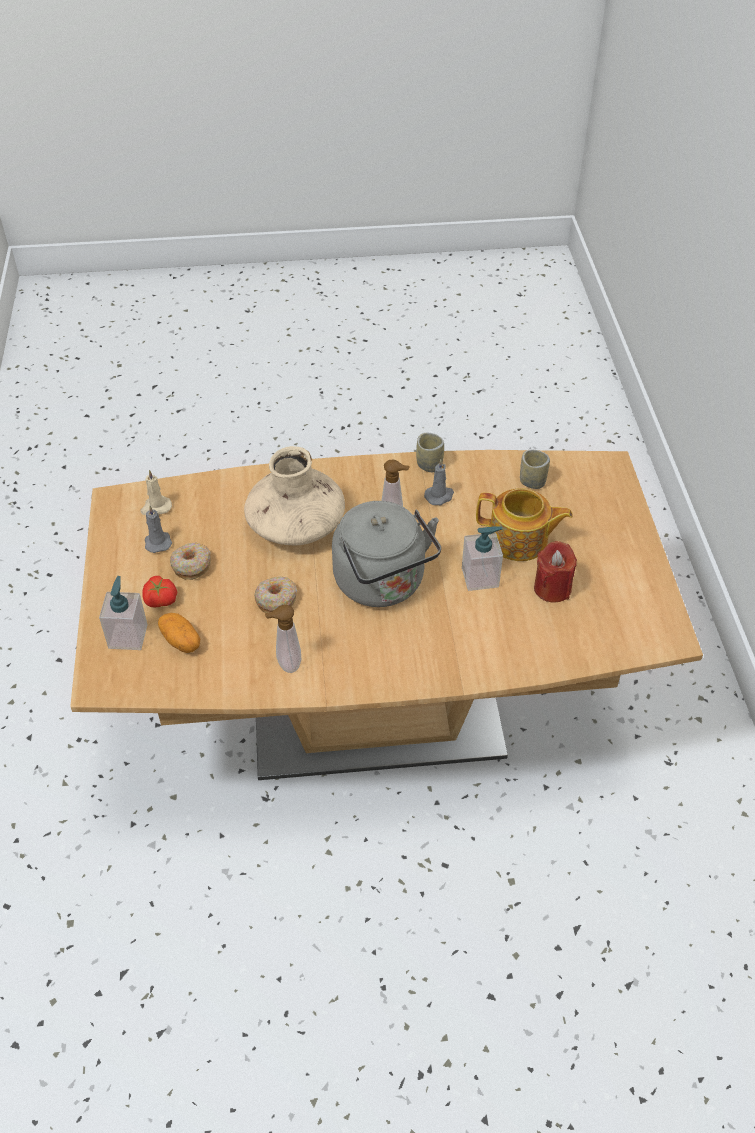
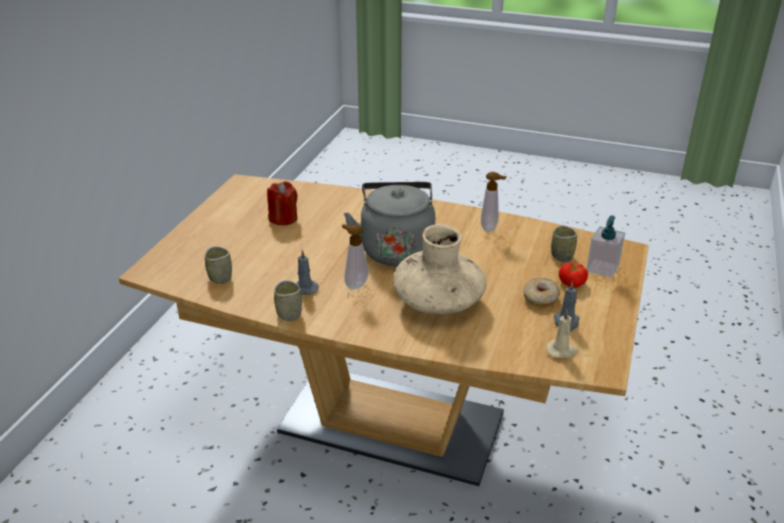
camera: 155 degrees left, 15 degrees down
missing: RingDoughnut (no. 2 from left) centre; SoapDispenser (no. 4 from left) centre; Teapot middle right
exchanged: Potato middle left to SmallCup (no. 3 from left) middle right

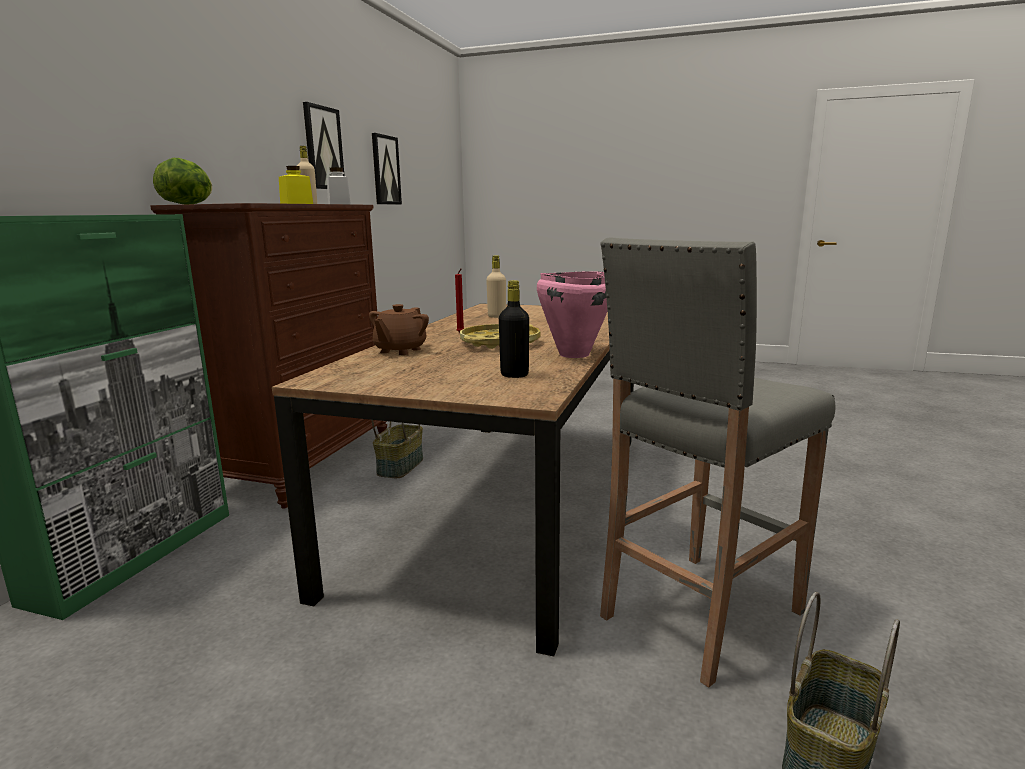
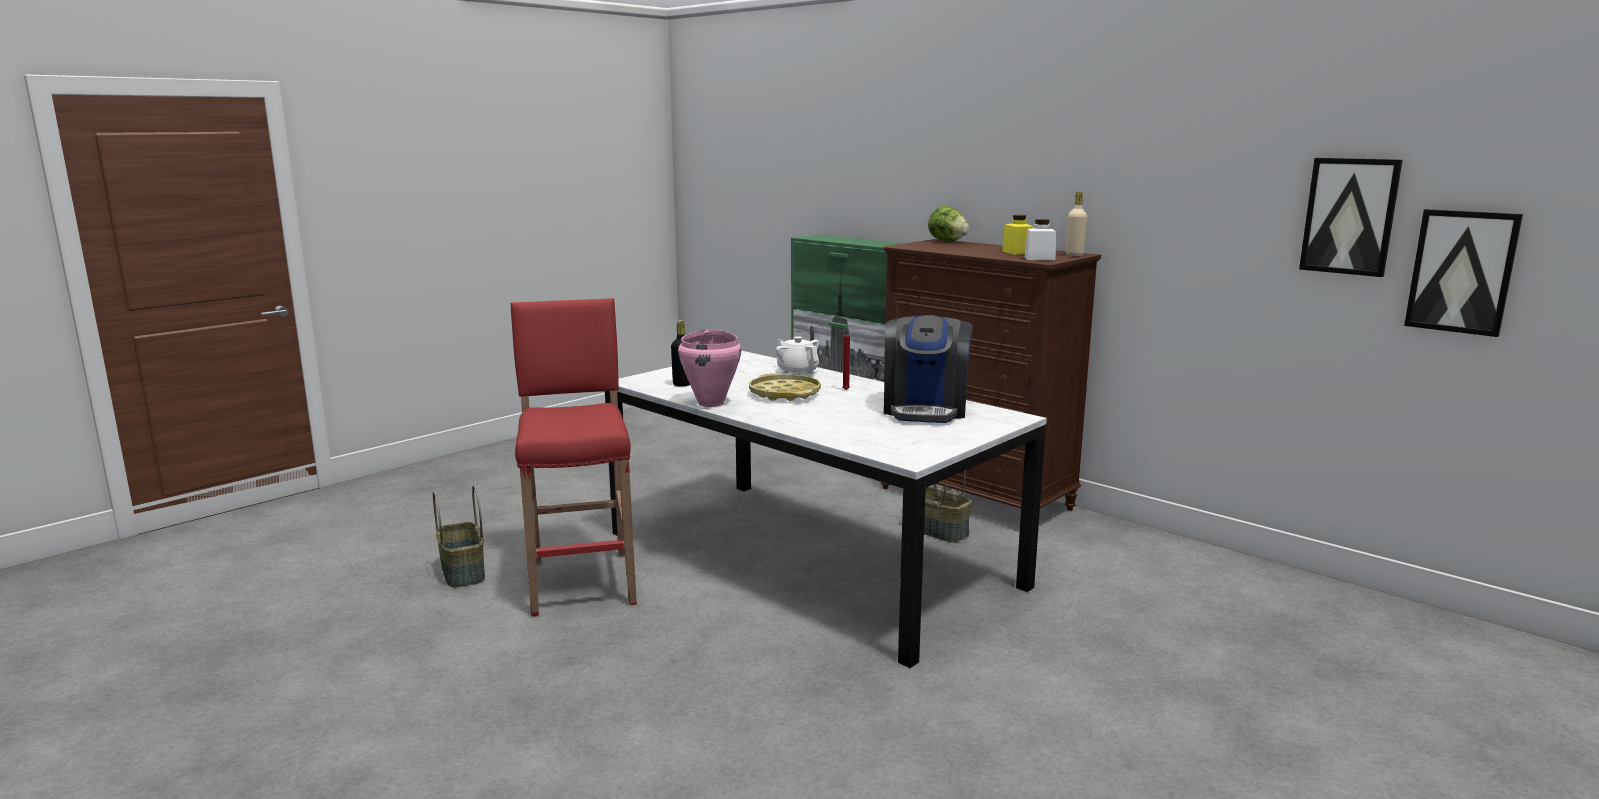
camera: 115 degrees right, 0 degrees up
relocated: WallArt (no. 1 from left in the first image) top left to WallArt (no. 2 from left) middle right
exchanged: BeigeColouredBottle (no. 2 from left) centre to CoffeeMachine centre
colour: BrownColouredDiningTable centre to WhiteColouredDiningTable centre; BrownColouredTeapot centre to WhiteColouredTeapot centre; GraySittingStool middle right to RedColouredSittingStool centre

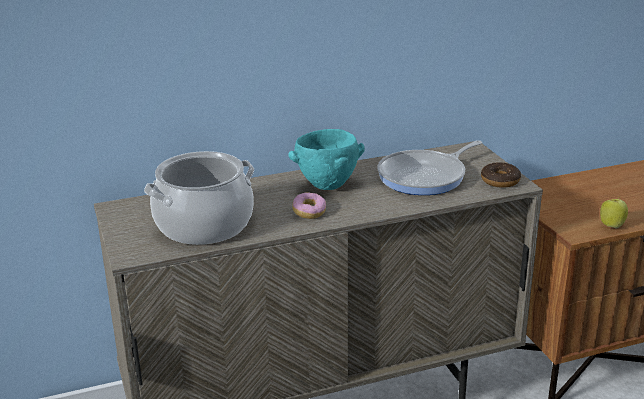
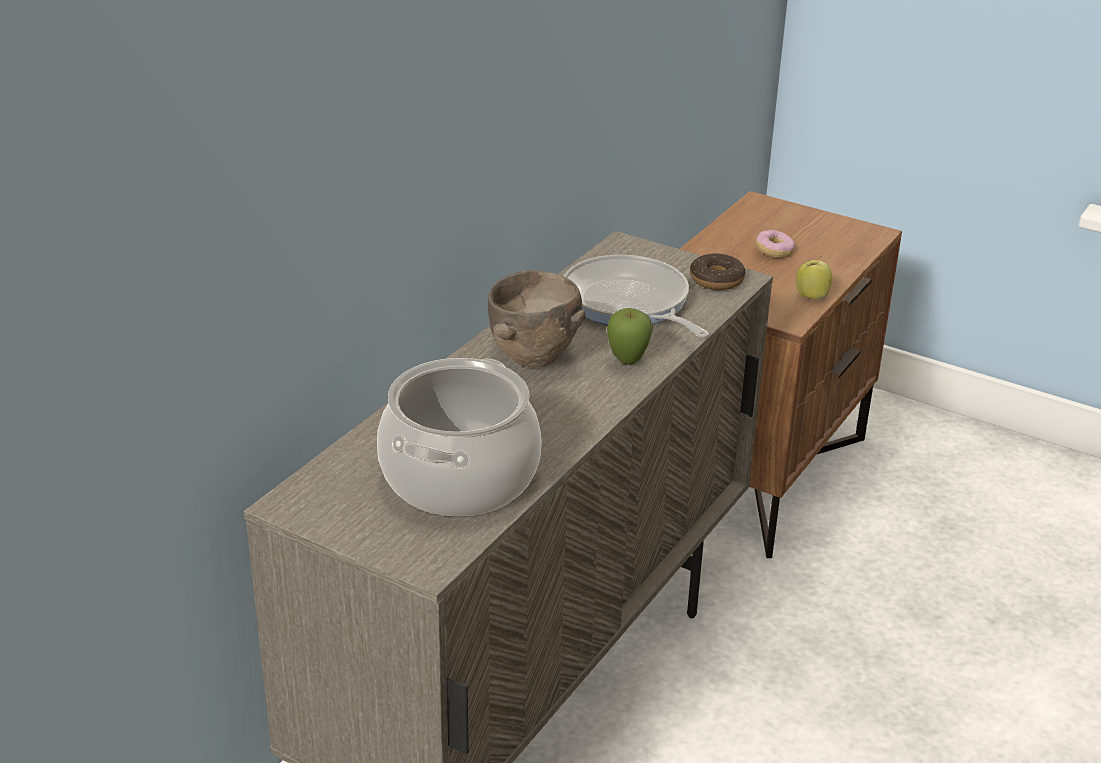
camera: 40 degrees left, 5 degrees up
appeared: AppleFruit (no. 1 from left) centre
relocated: RingDoughnut (no. 1 from left in the first image) centre to RingDoughnut (no. 2 from left) top right
colour: TurquoiseColouredServingBowl centre to BrownColouredServingBowl centre
spun: Skillet centre = centre 135 degrees clockwise

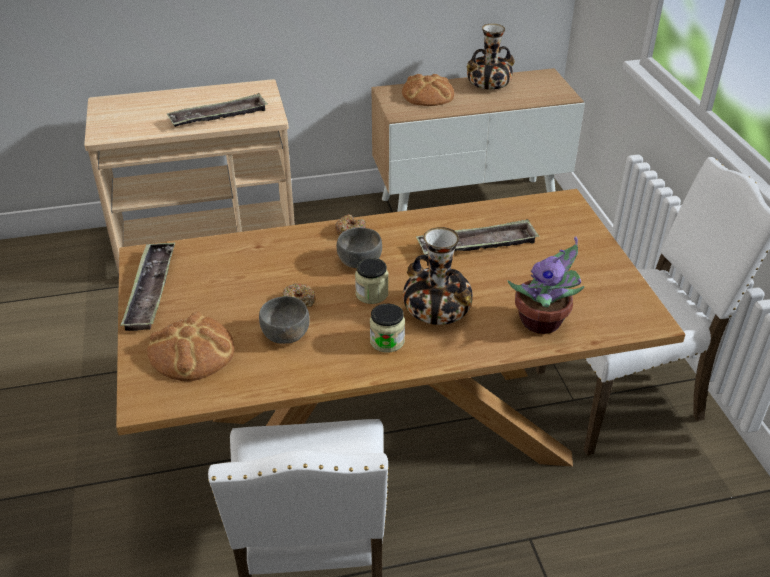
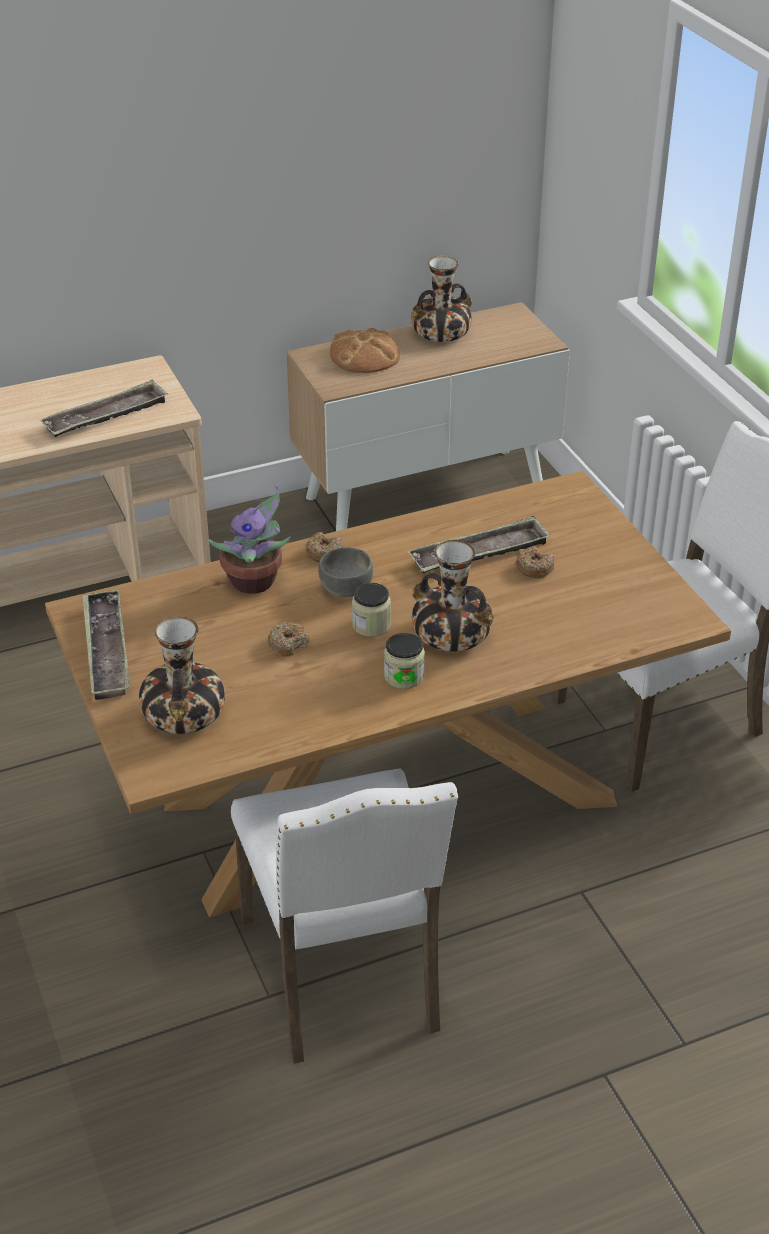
camera: 10 degrees left, 0 degrees up
missing: GrayServingBowl (no. 1 from left) centre
appeared: RingDoughnut (no. 3 from left) middle right
relocated: Houseplant middle right to middle left
exchanged: BakeryBread (no. 1 from left) middle left to FlowerVase (no. 1 from left) middle left

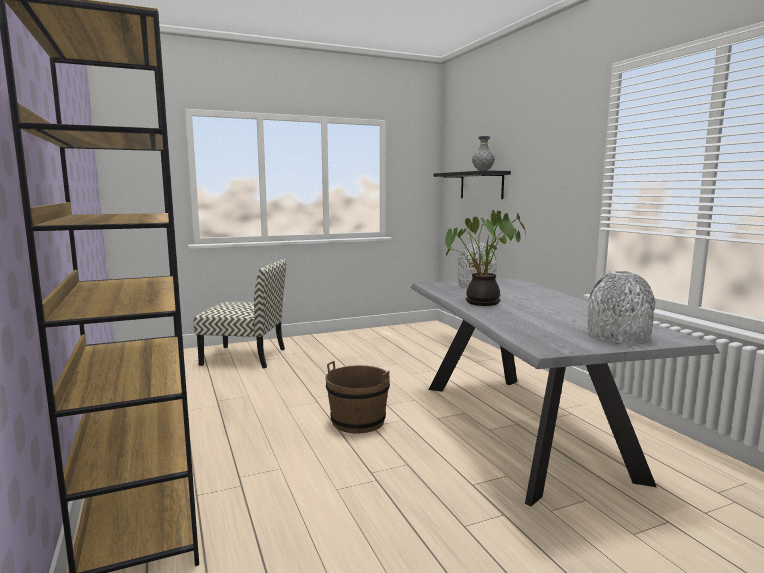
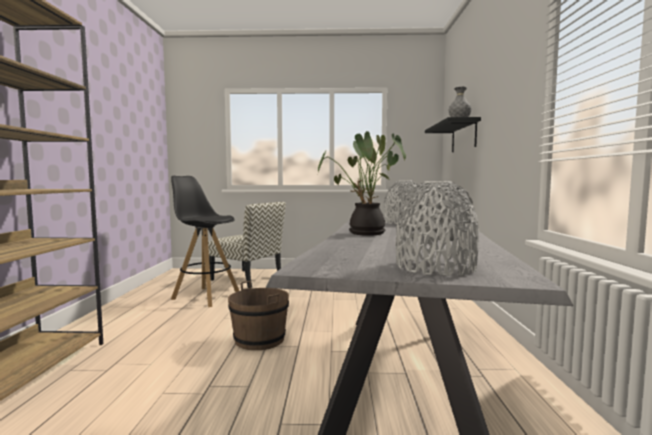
camera: 25 degrees right, 5 degrees down
appeared: BlackSittingStool middle left

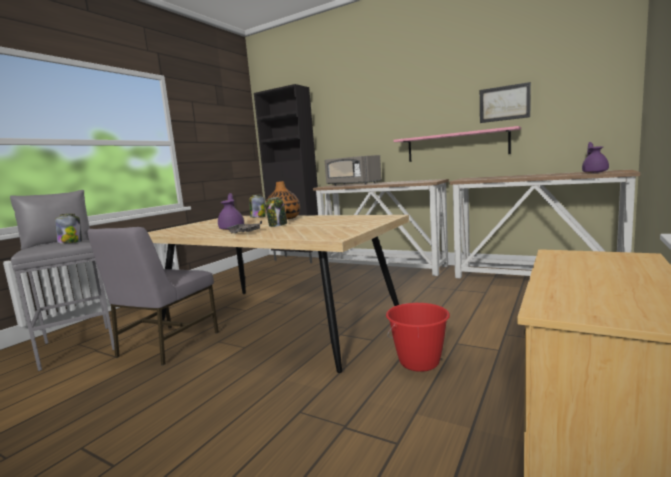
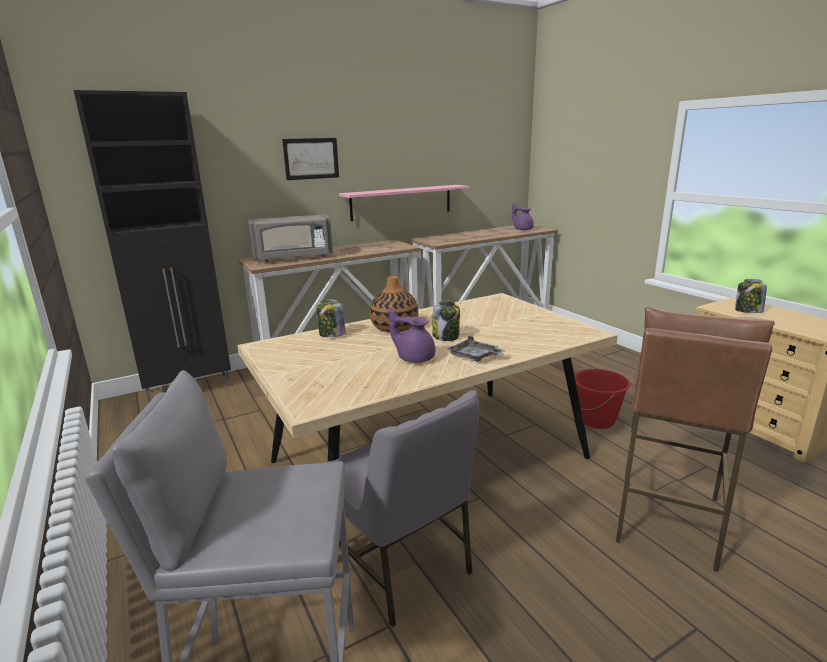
camera: 60 degrees left, 10 degrees up
appeared: BrownColouredSittingStool middle right
relocated: PreserveJar (no. 1 from left in the first image) middle left to PreserveJar (no. 3 from left) middle right; WallArt top right to top centre

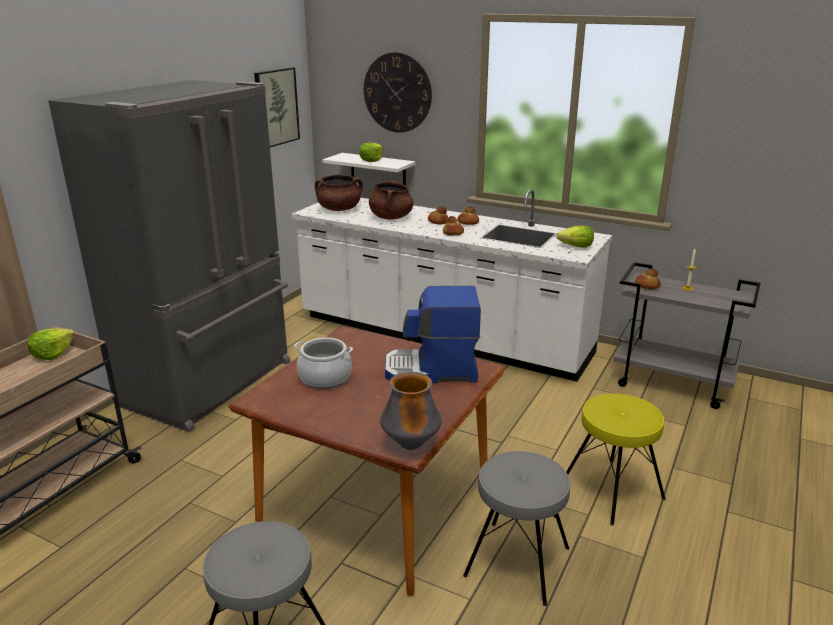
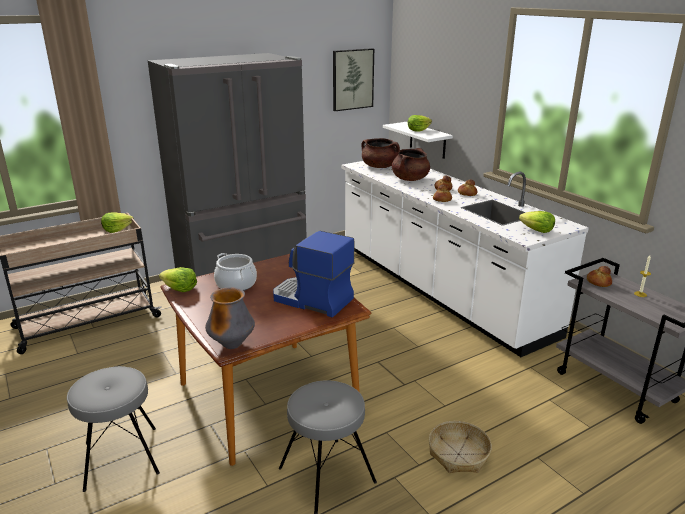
camera: 30 degrees right, 0 degrees up
missing: WallClock top centre
appeared: HeadOfLettuce (no. 2 from left) middle left
exchanged: YellowColouredSittingStool bottom right to StorageBasket bottom right

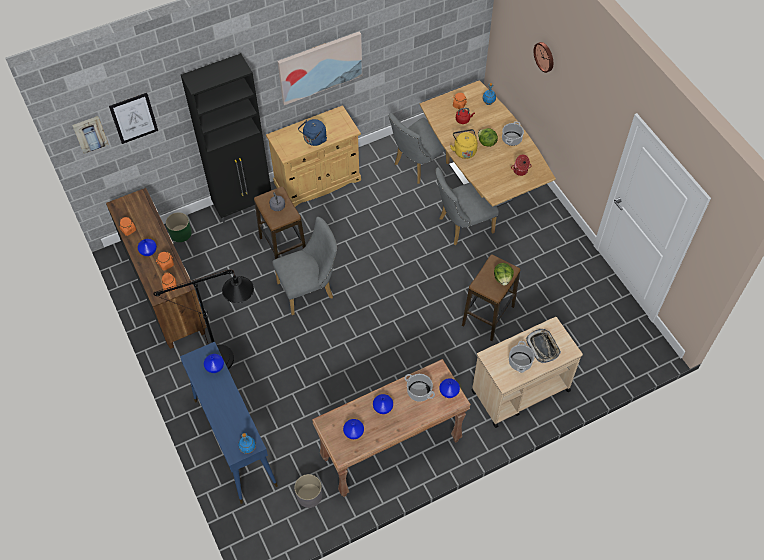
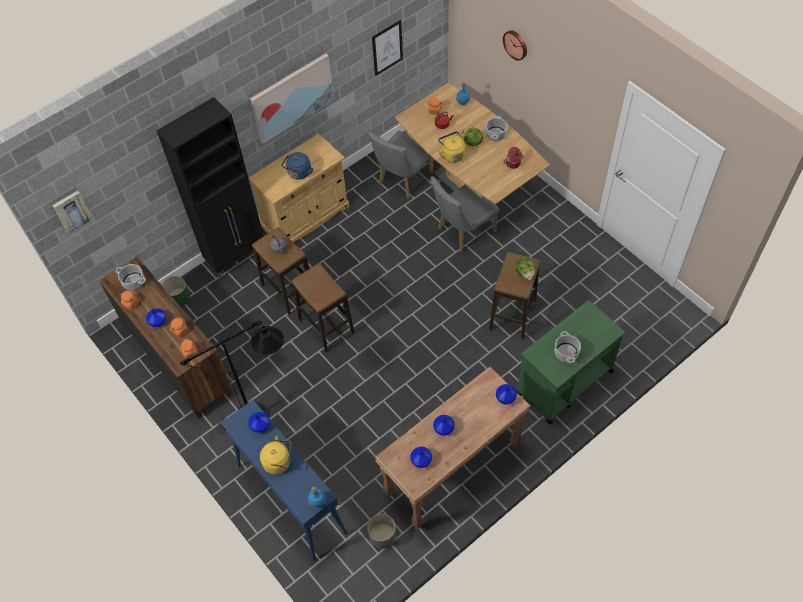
camera: 10 degrees left, 0 degrees up
missing: CarryingTray middle right
appeared: YellowColouredKettle (no. 1 from left) bottom centre
relocated: WallArt (no. 2 from left in the first image) top left to WallArt (no. 3 from left) top centre; Stockpot (no. 1 from left) bottom centre to middle left
exchanged: GrayChair (no. 1 from left) centre to SittingStool (no. 2 from left) centre
colour: BeigeColouredTrolley middle right to GreenTrolley middle right

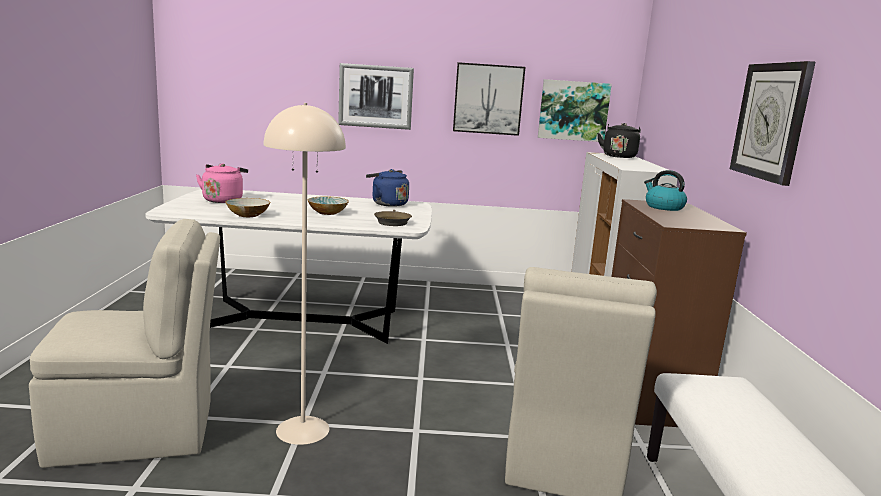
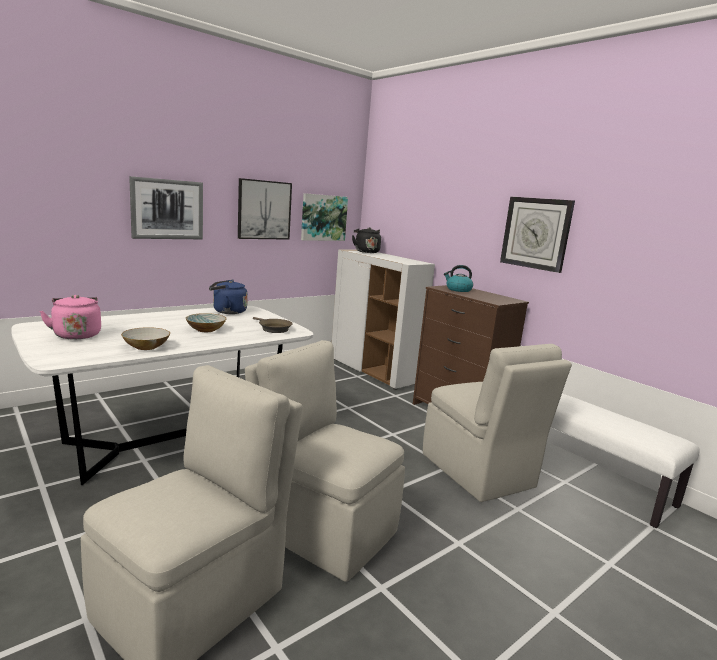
camera: 40 degrees left, 0 degrees up
exchanged: BeigeColouredStandingLamp centre to BeigeColouredChair (no. 2 from left) bottom centre

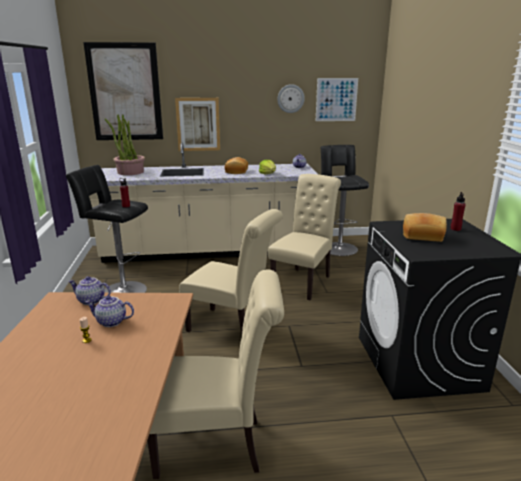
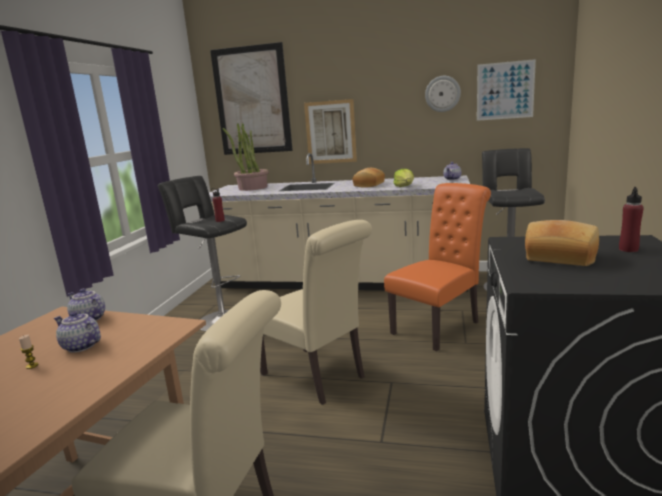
camera: 20 degrees right, 5 degrees down
colour: BeigeColouredChair (no. 3 from left) centre to OrangeChair centre

